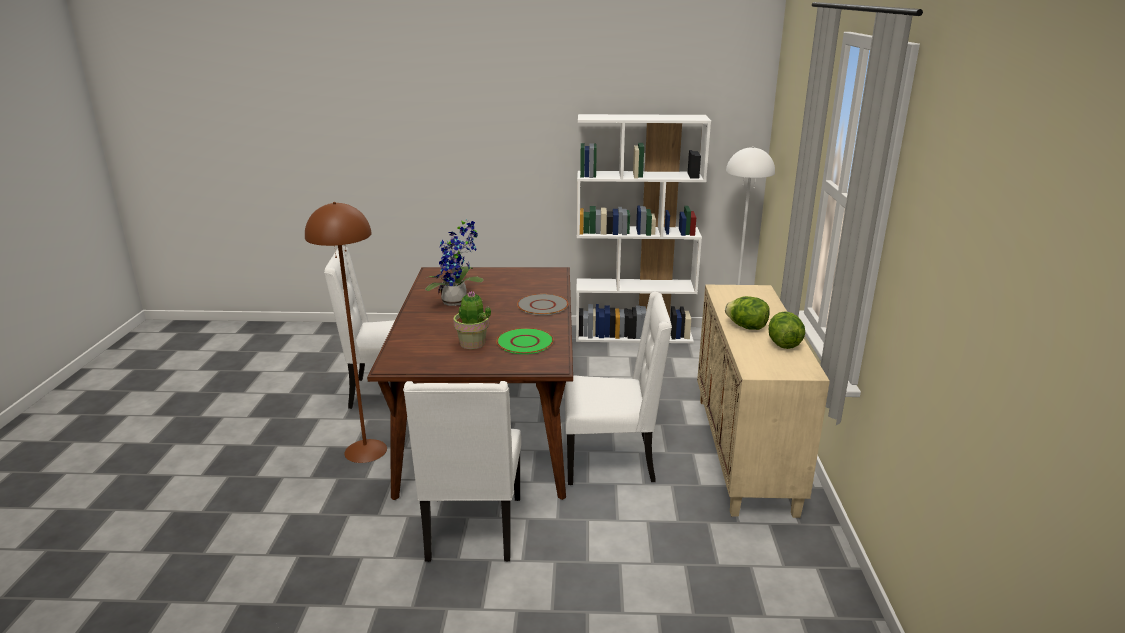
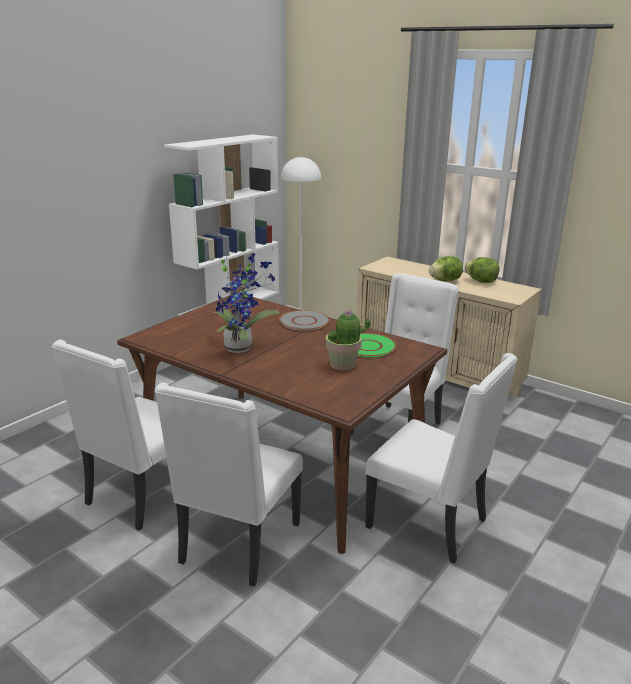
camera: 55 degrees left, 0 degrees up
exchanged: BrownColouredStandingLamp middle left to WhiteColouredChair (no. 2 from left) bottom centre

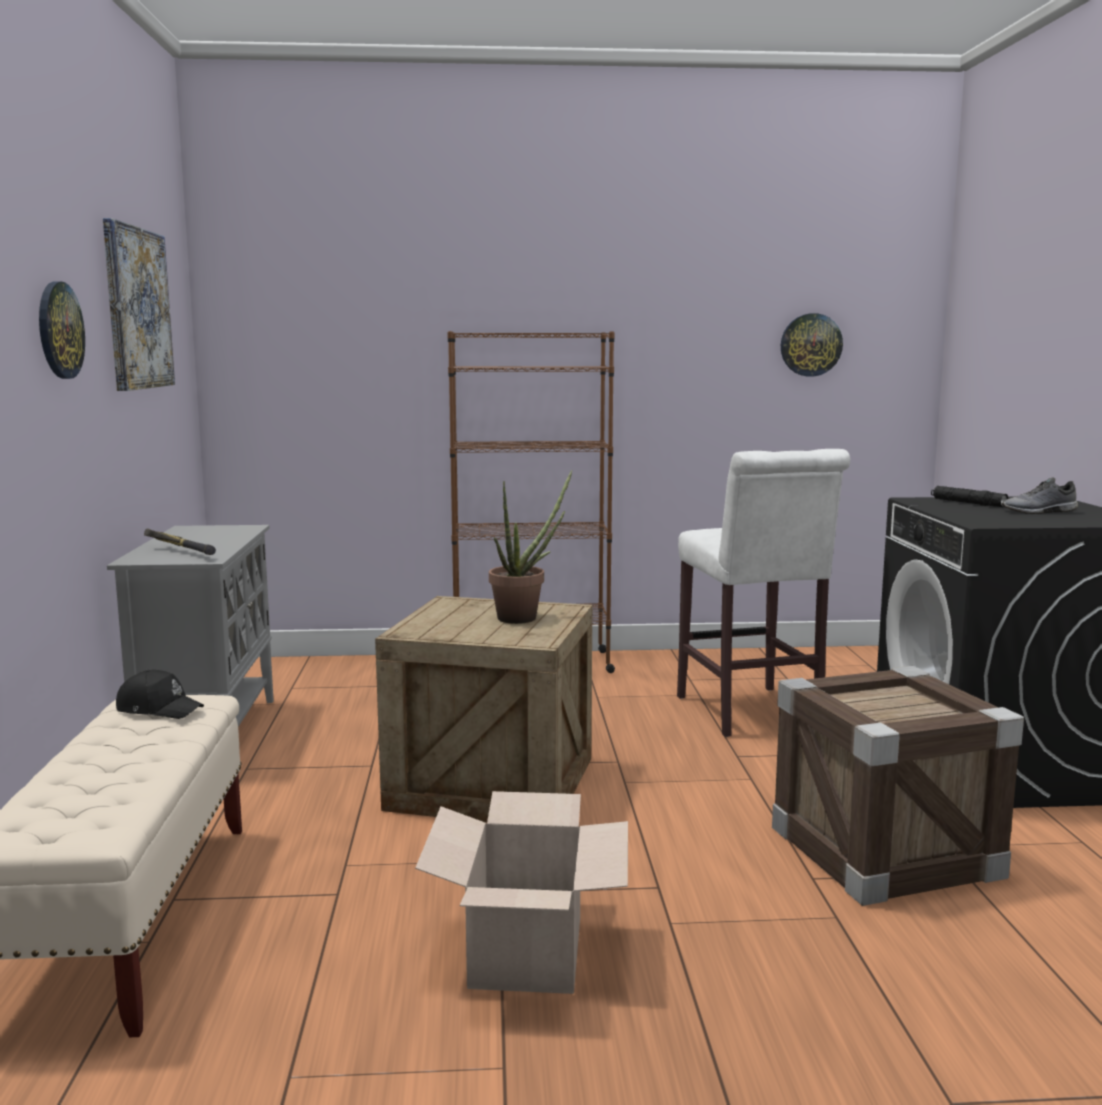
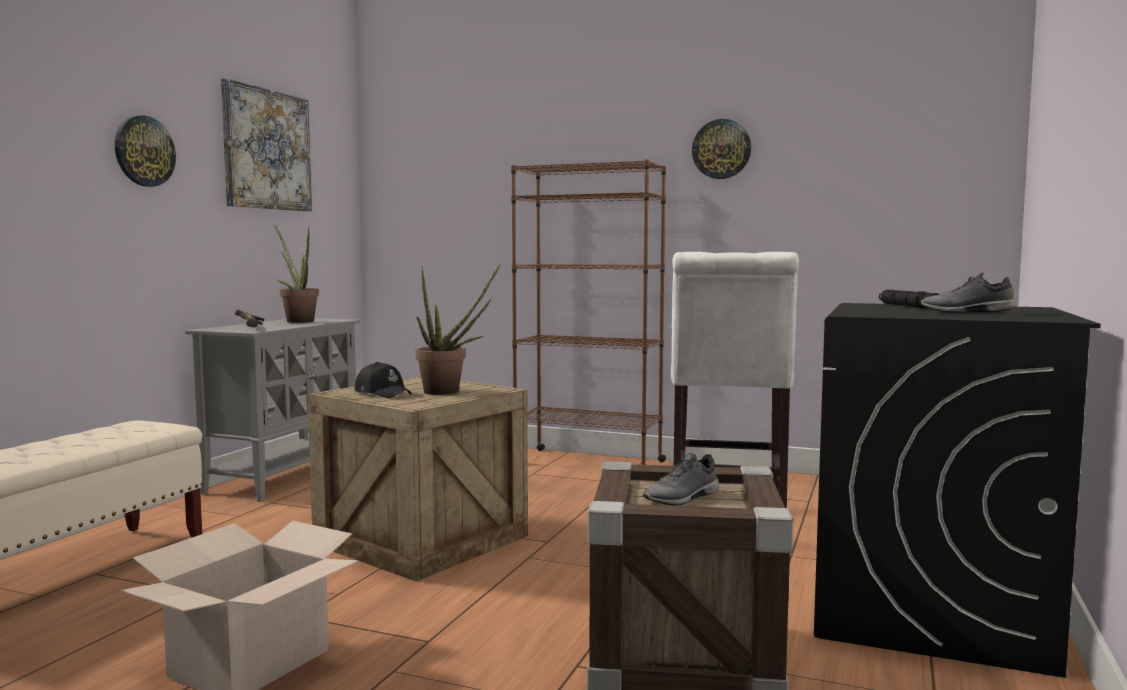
camera: 25 degrees right, 5 degrees down
appeared: Houseplant (no. 1 from left) middle left; GrayLowShoe (no. 1 from left) bottom centre
relocated: BlackBaseballCap middle left to centre; WallClock (no. 2 from left) top right to top centre

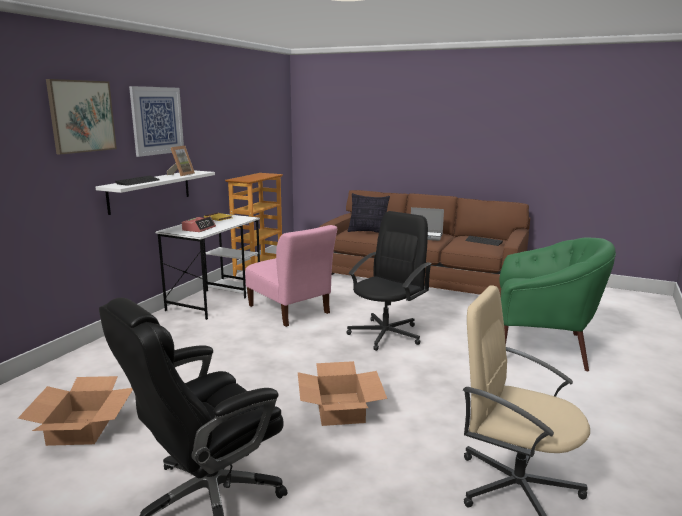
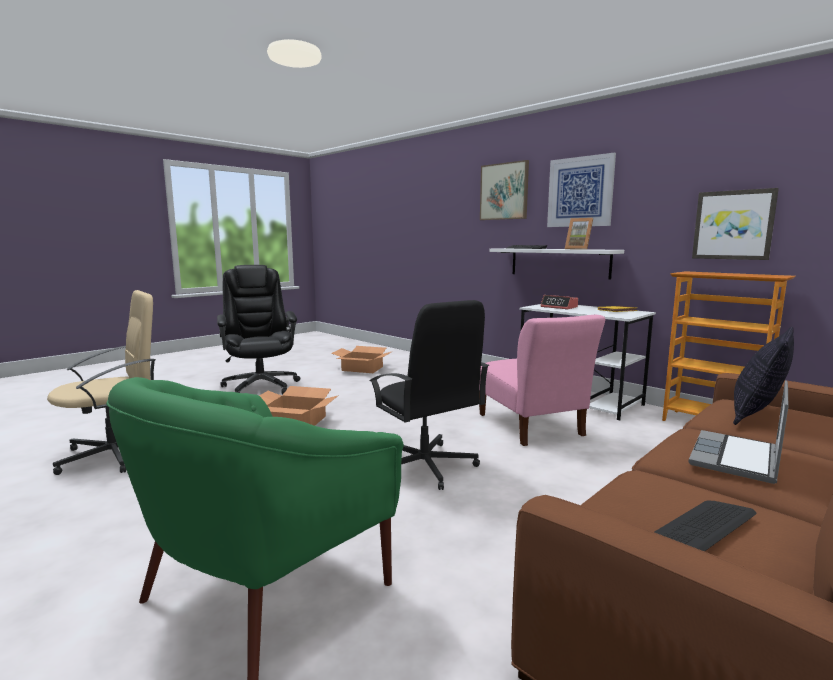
camera: 110 degrees right, 5 degrees down
appeared: WallArt (no. 3 from left) top right
spun: PinkChair centre = centre 90 degrees counterclockwise

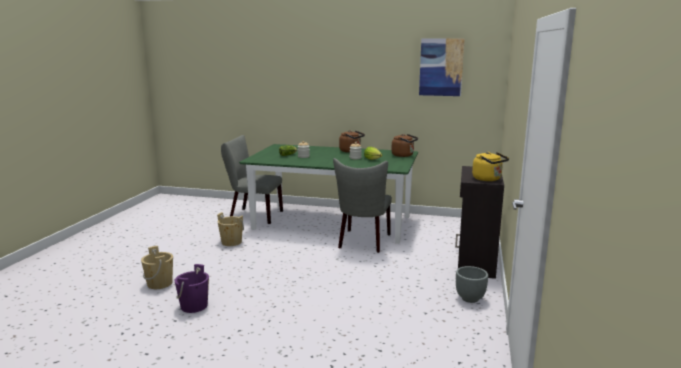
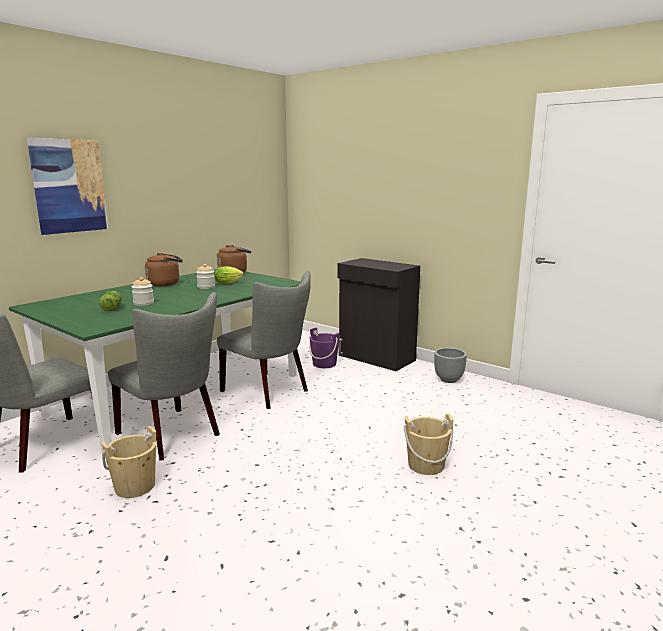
camera: 65 degrees left, 0 degrees up
missing: YellowColouredKettle middle right
appeared: GrayChair (no. 2 from left) middle left
relocated: BeigeColouredPail (no. 1 from left in the first image) bottom left to BeigeColouredPail (no. 2 from left) bottom centre; PurplePail bottom left to centre; WallArt top centre to top left

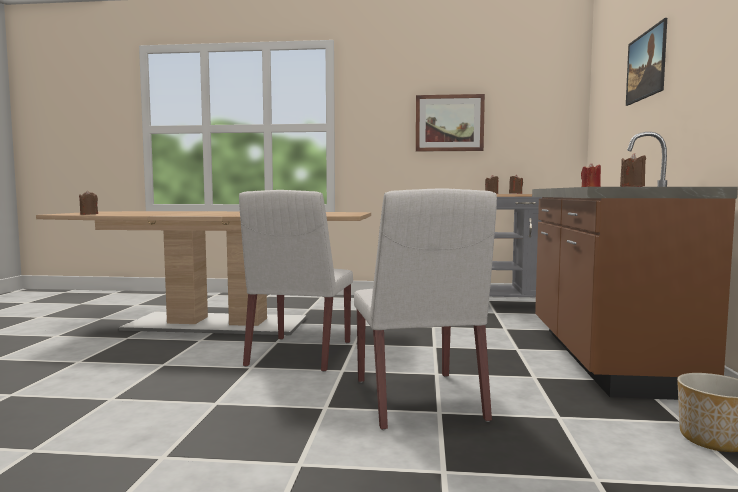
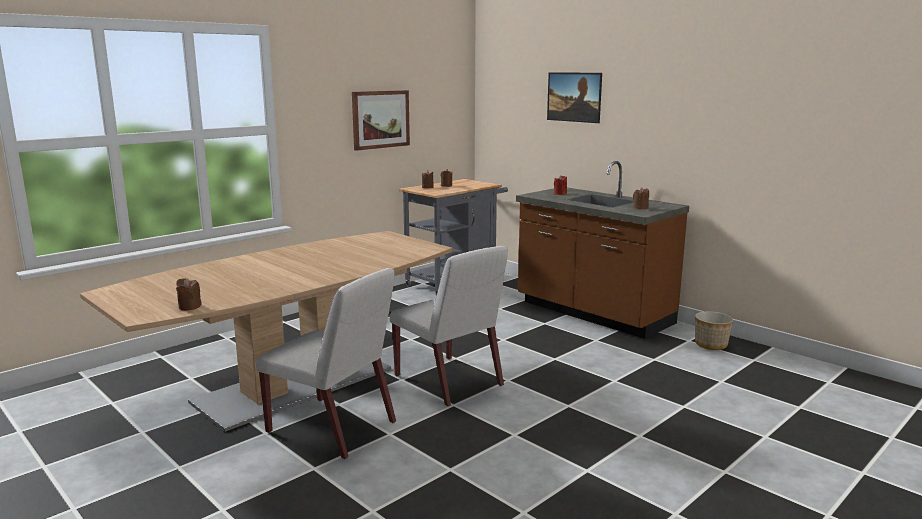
camera: 50 degrees left, 10 degrees up
relocated: WhiteColouredChair (no. 2 from left in the first image) centre to WhiteColouredChair (no. 1 from left) bottom centre

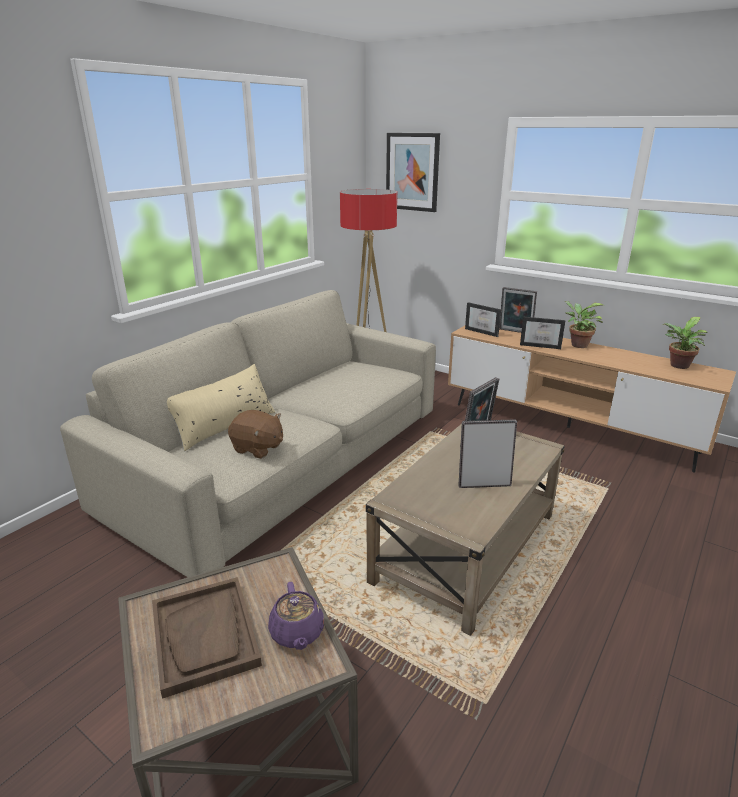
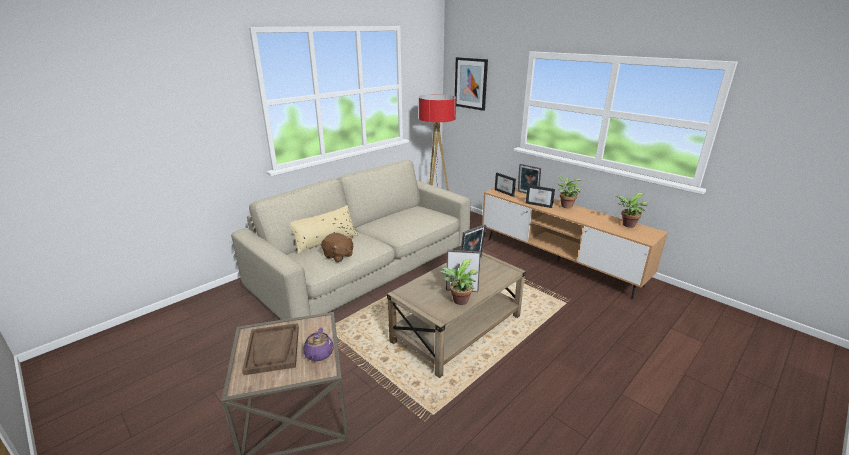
camera: 10 degrees right, 0 degrees up
appeared: Houseplant (no. 1 from left) centre

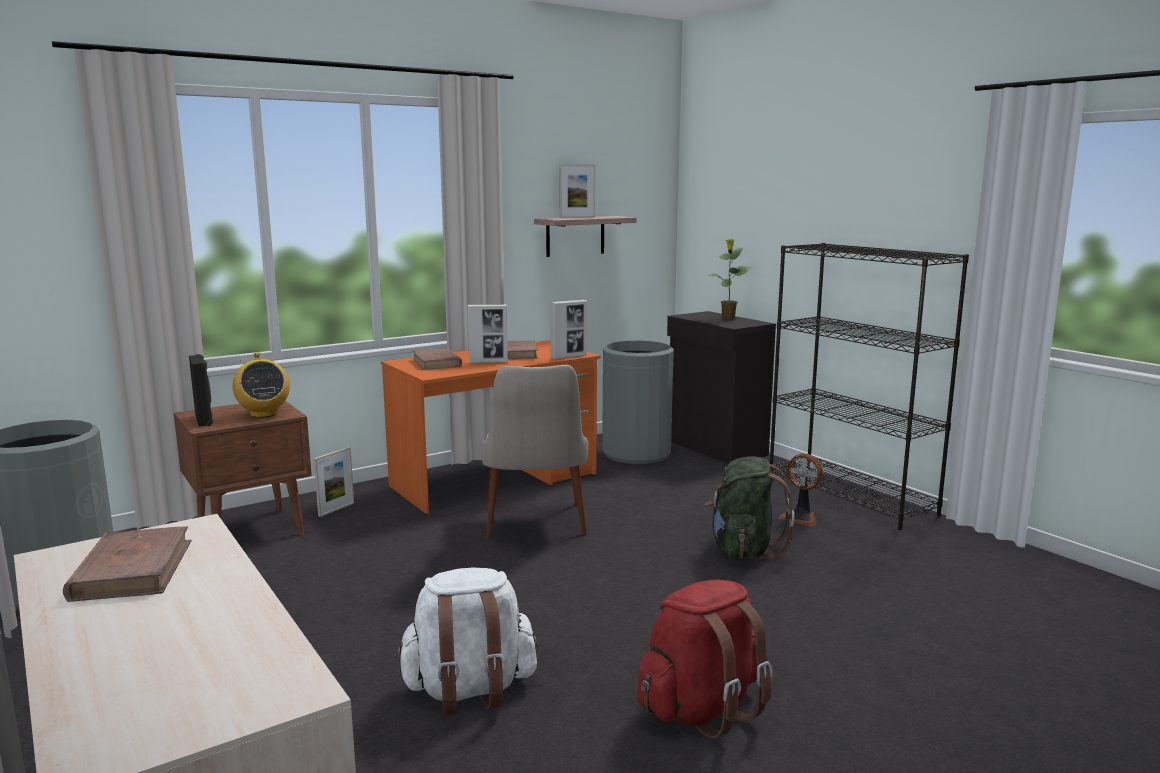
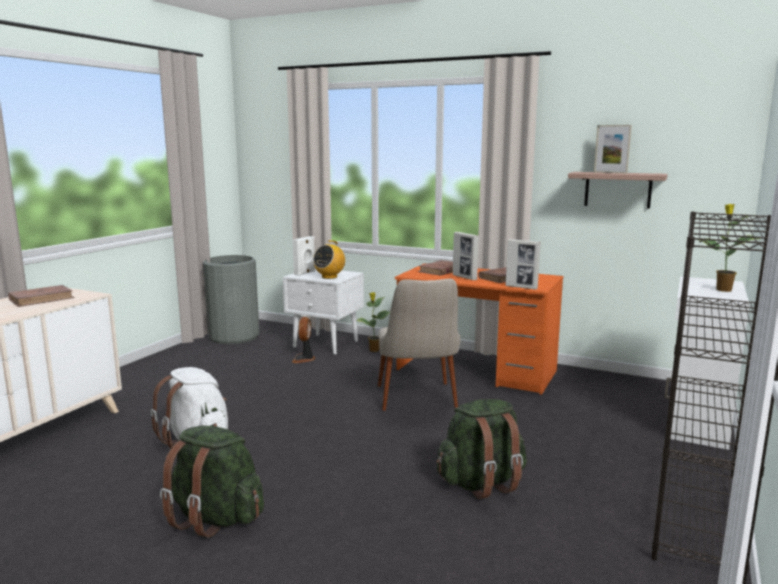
camera: 60 degrees right, 0 degrees up
missing: GrayRubbishBin (no. 2 from left) centre
relocated: Fan middle right to centre
exchanged: PhotoFrame (no. 1 from left) middle left to Houseplant (no. 1 from left) centre
colour: BrownColouredBedsideTable middle left to WhiteColouredBedsideTable centre; BlackAudioSpeaker middle left to WhiteColouredAudioSpeaker centre; RedColouredKnapsack bottom centre to GreenKnapsack (no. 1 from left) bottom left; BlackCabinet centre to WhiteColouredCabinet middle right
spun: BeigeColouredChair centre = centre 60 degrees counterclockwise

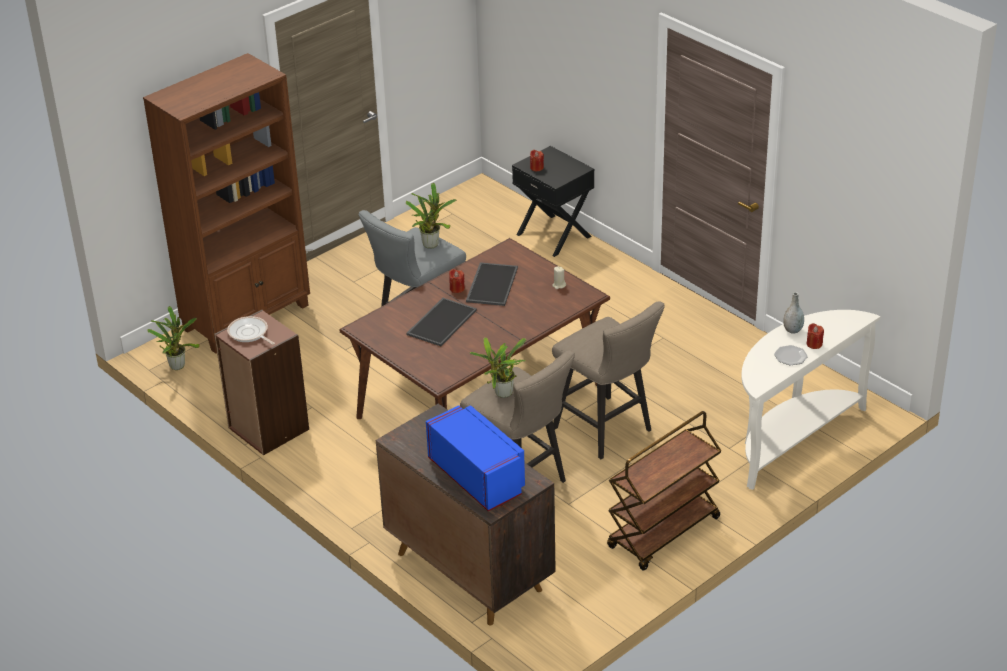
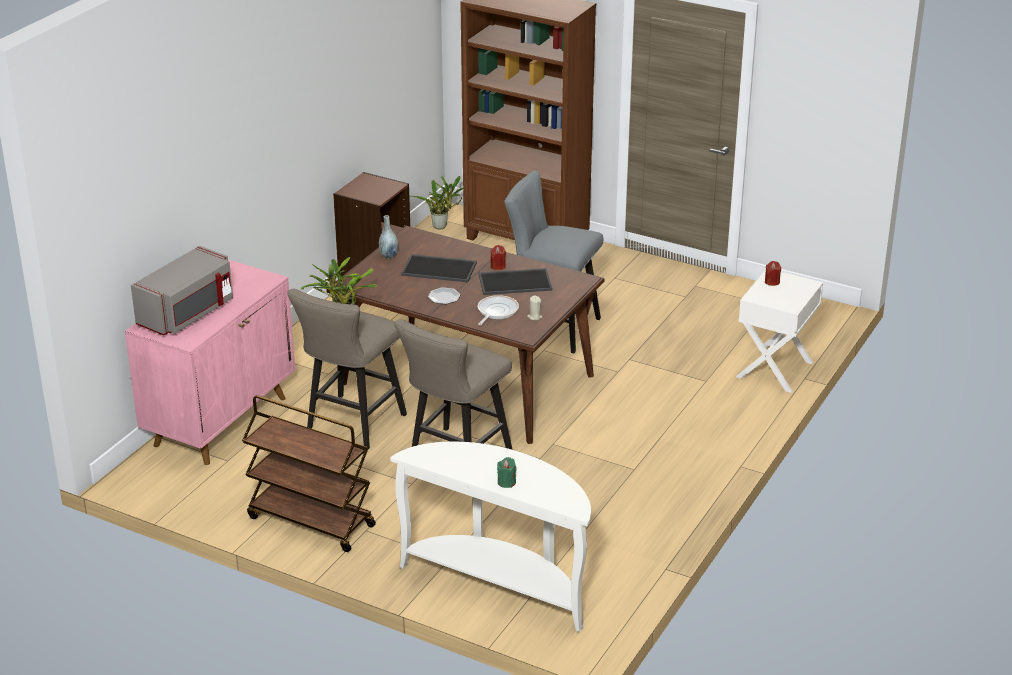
camera: 70 degrees right, 5 degrees down
missing: Houseplant (no. 2 from left) top centre
relocated: Skillet middle left to centre; Plate middle right to centre; GrayFlowerVase middle right to centre
colour: BrownColouredCabinet bottom centre to PinkCabinet middle left; BlueKitchenMicrowave bottom centre to GrayKitchenMicrowave middle left; BlackBedsideTable top centre to WhiteColouredBedsideTable middle right; RedColouredWaxLight (no. 3 from left) middle right to GreenWaxLight bottom centre

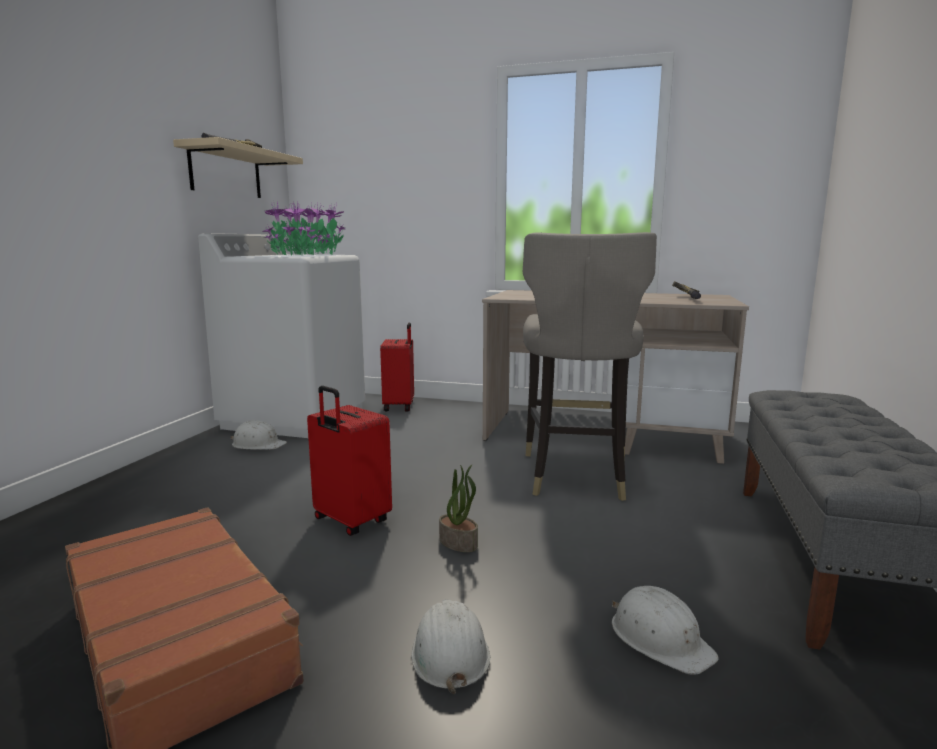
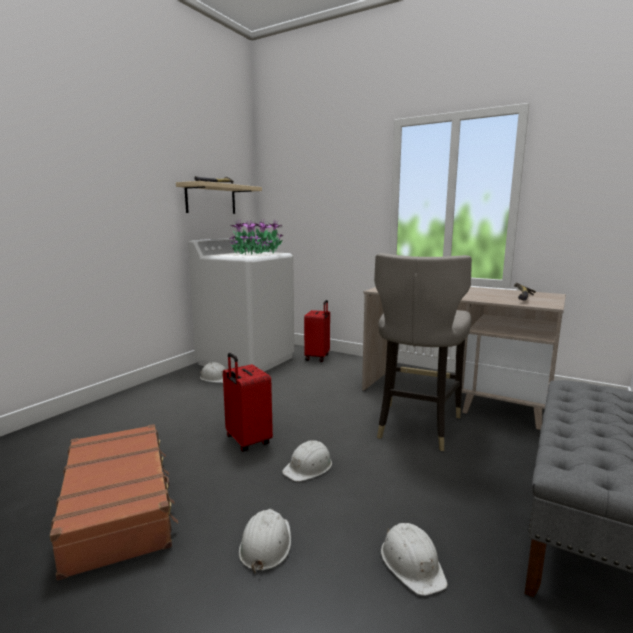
camera: 15 degrees right, 0 degrees up
exchanged: Houseplant (no. 2 from left) bottom centre to WhiteColouredWorkHelmet (no. 3 from left) bottom centre

